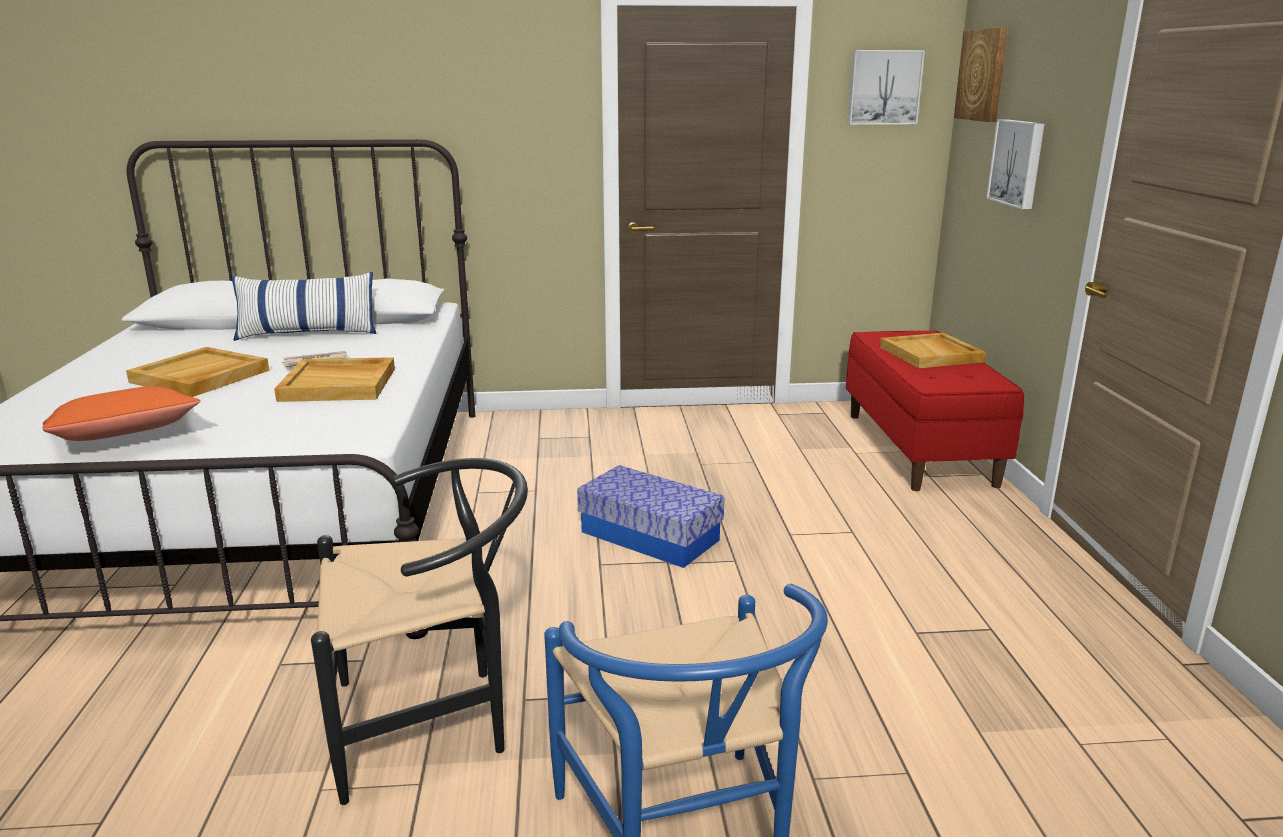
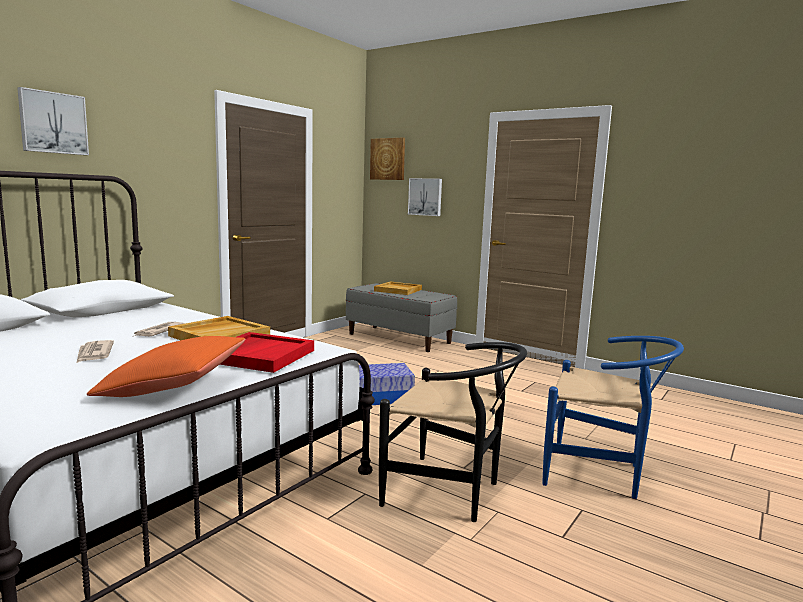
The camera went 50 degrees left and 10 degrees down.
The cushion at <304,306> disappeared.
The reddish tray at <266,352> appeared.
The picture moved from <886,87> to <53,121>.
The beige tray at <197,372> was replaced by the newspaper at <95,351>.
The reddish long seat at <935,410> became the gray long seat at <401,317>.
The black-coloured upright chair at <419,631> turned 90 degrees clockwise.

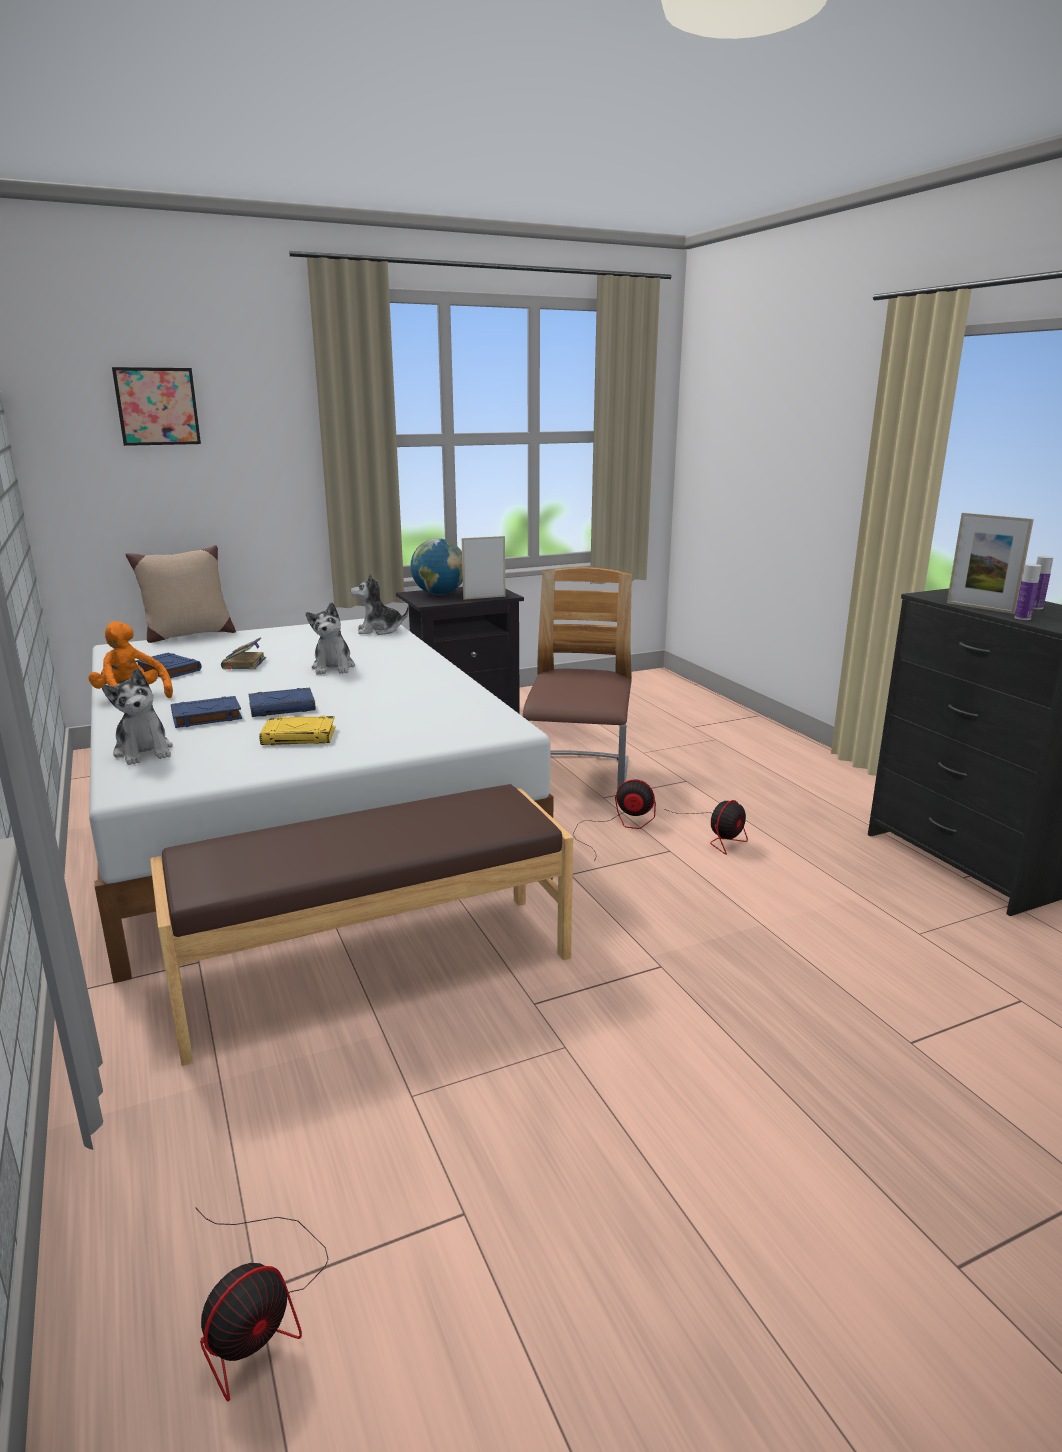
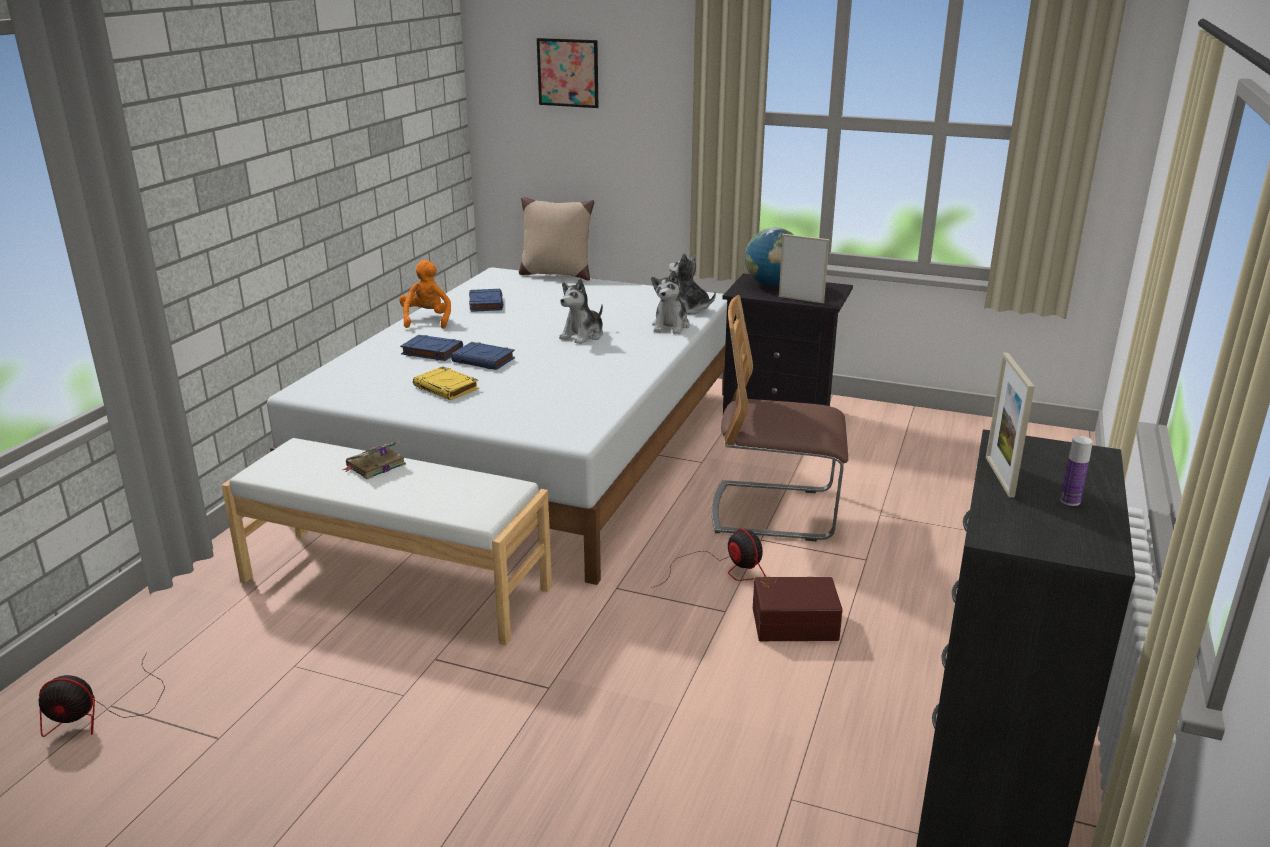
The camera went 45 degrees right and 5 degrees up.
The bottle at <1027,592> disappeared.
The plush toy moved from <137,716> to <670,302>.
The book moved from <243,653> to <374,460>.
The cooling fan at <706,827> was replaced by the brownish storage bin at <798,609>.
The brownish long seat at <361,925> became the white long seat at <386,541>.
The upright chair at <577,678> turned 135 degrees counterclockwise.

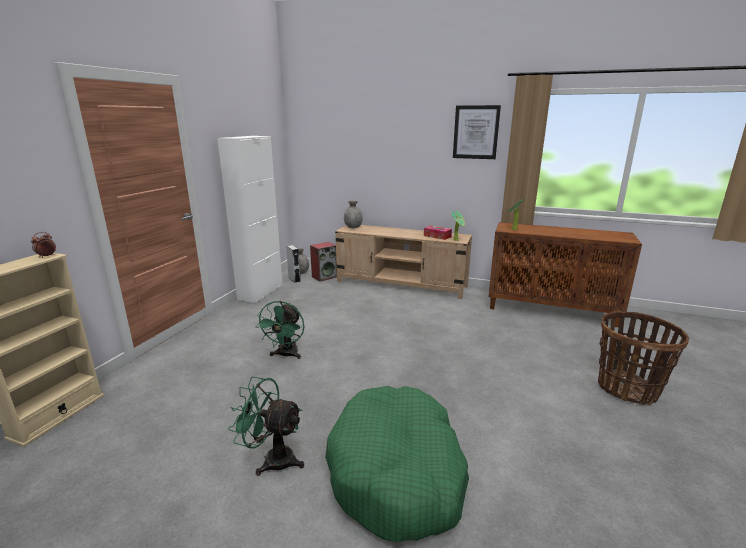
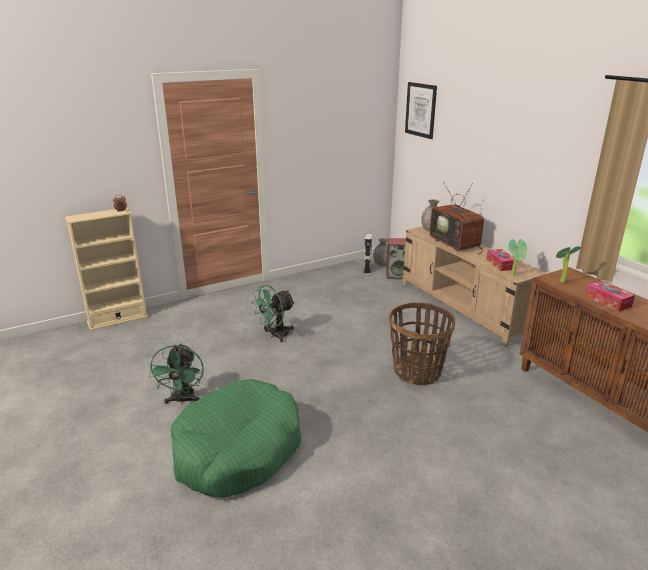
The camera went 40 degrees right and 5 degrees up.
The white cupboard at <250,219> disappeared.
The TV at <457,218> appeared.
The tissue holder at <610,296> appeared.
The picture moved from <477,132> to <421,110>.
The household basket moved from <643,358> to <422,343>.
The greenish cooling fan at <266,426> turned 150 degrees counterclockwise.

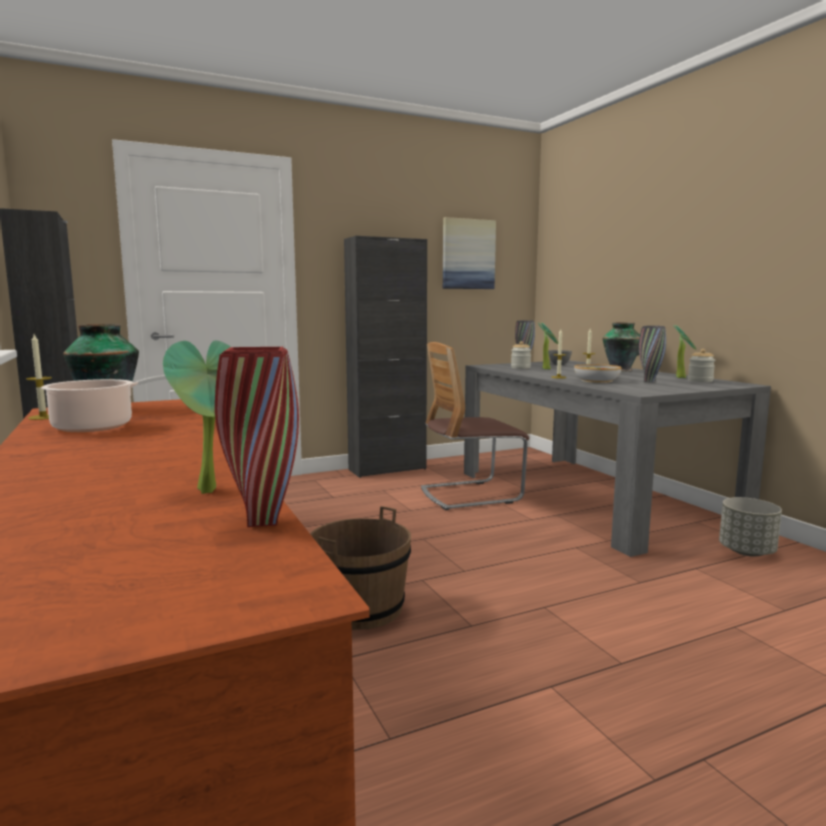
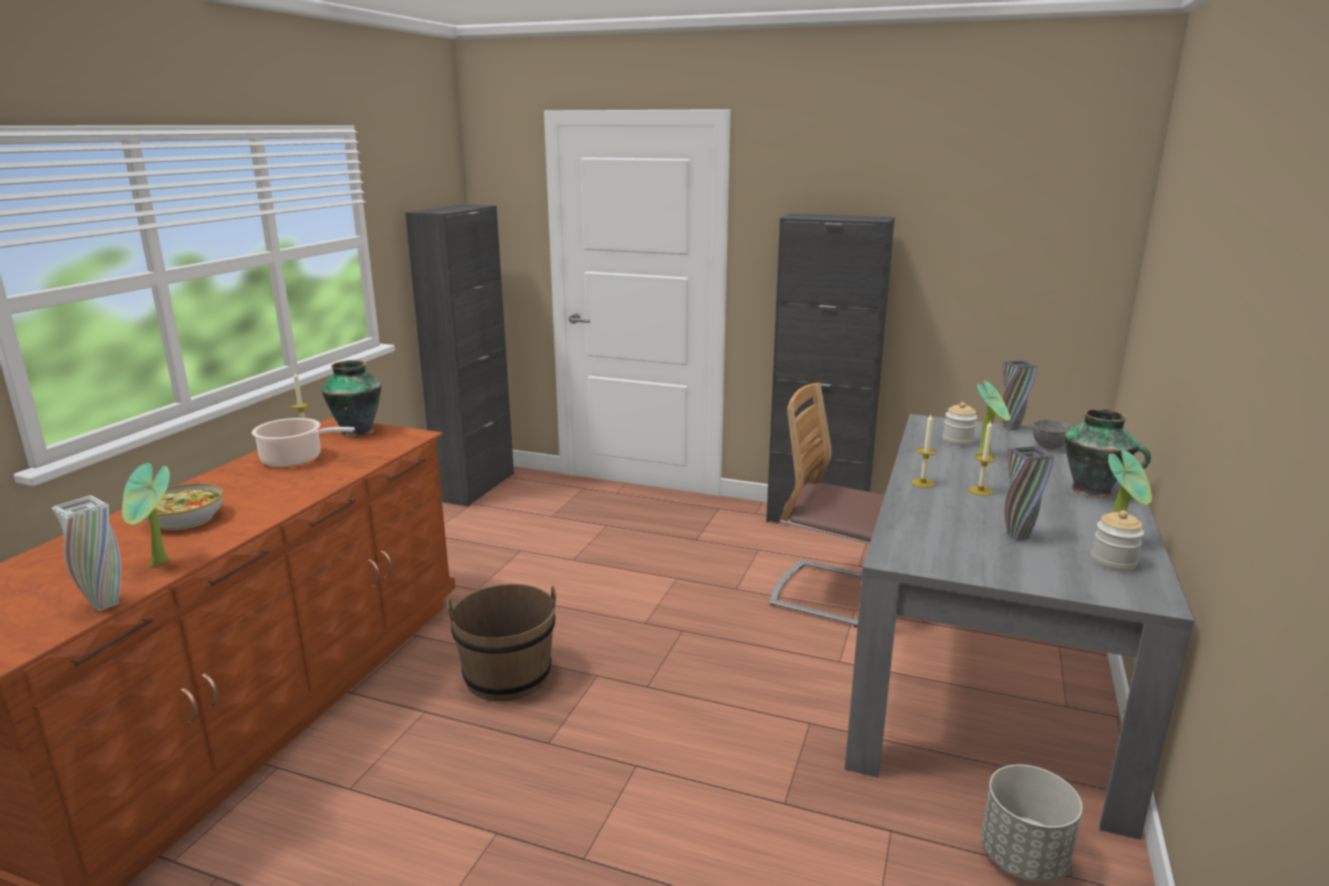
The camera went 45 degrees right and 10 degrees up.
The picture at <469,253> disappeared.
The serving bowl moved from <598,373> to <184,506>.
The reddish flower vase at <257,437> became the white flower vase at <86,553>.

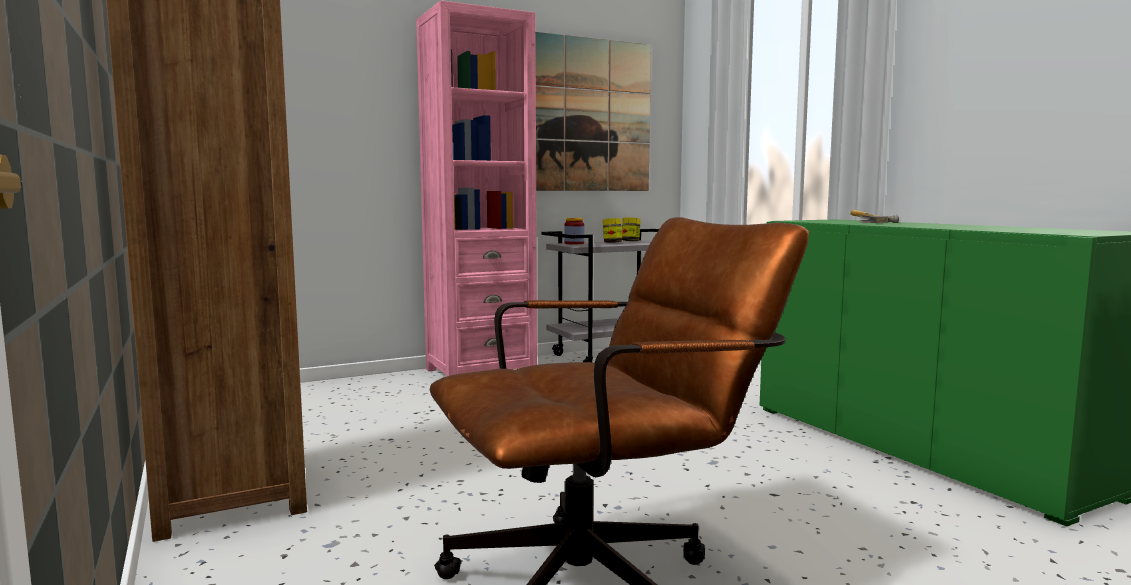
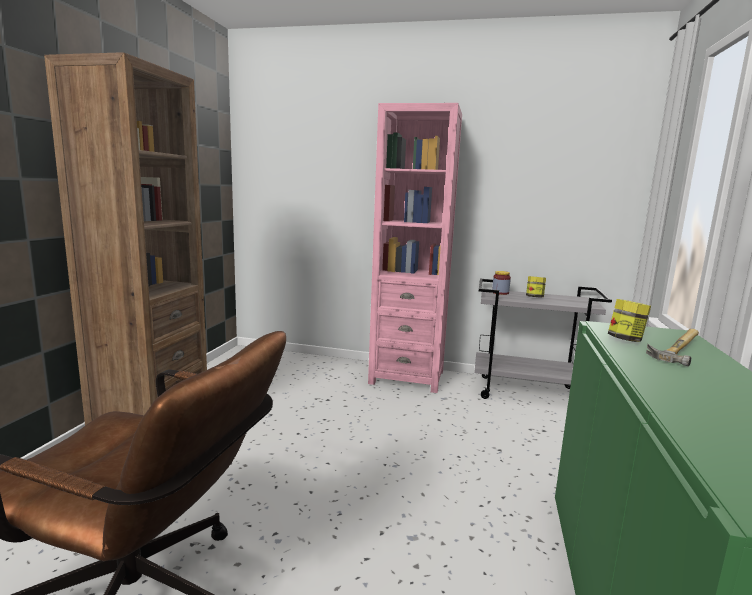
The camera went 40 degrees right and 5 degrees up.
The picture at <593,111> disappeared.
The storage jar moved from <631,229> to <629,320>.

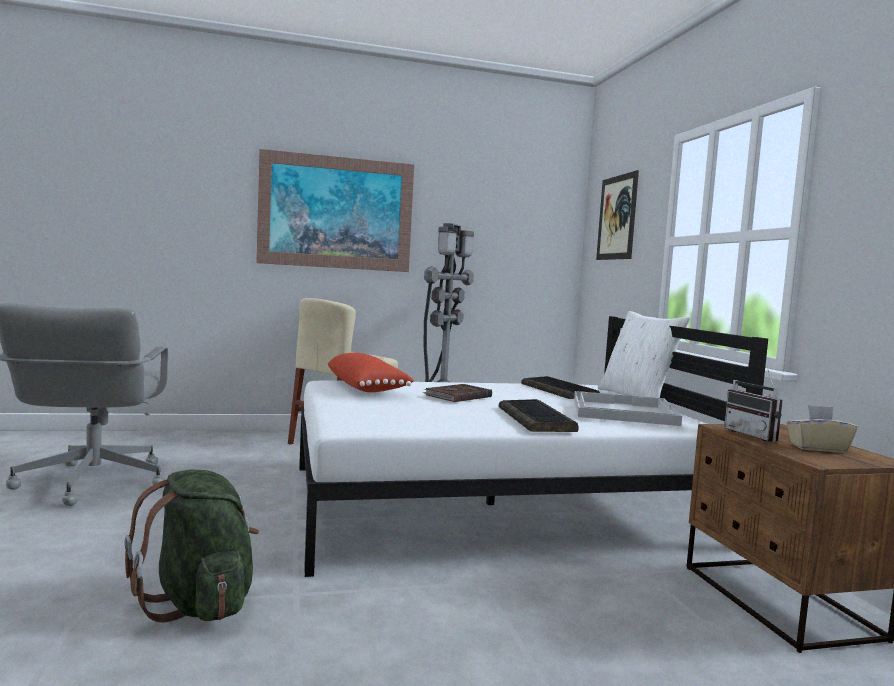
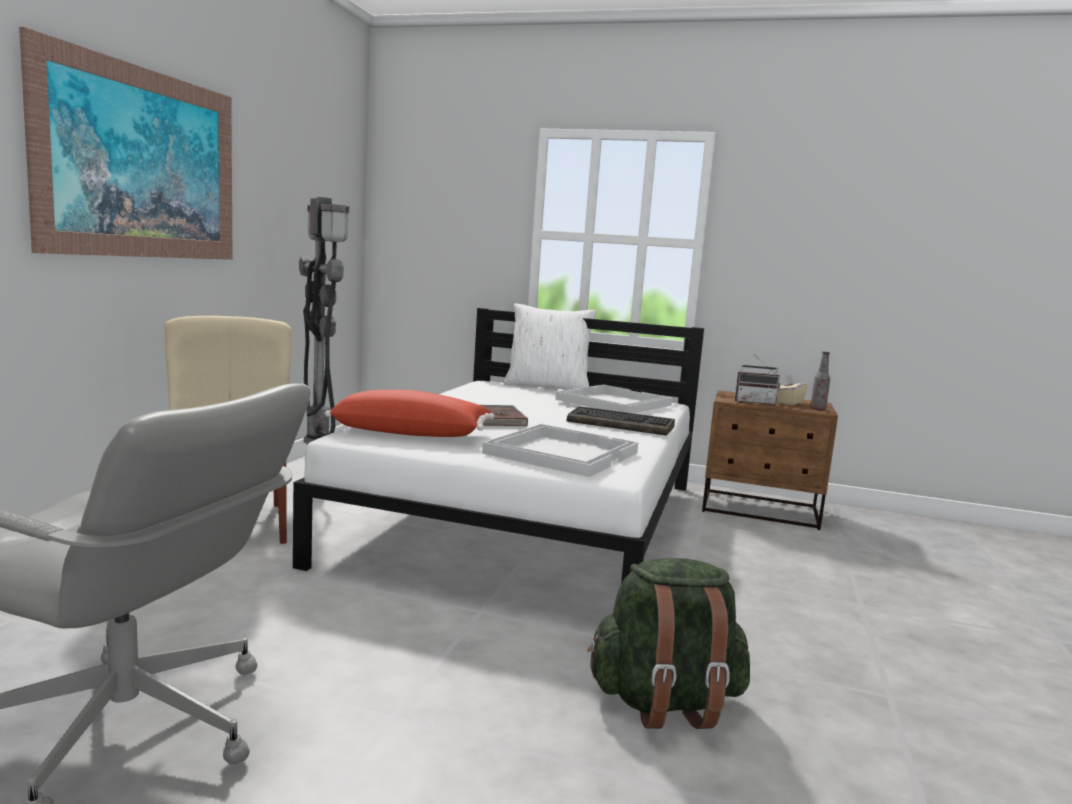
The camera went 60 degrees left and 5 degrees up.
The PC keyboard at <560,387> disappeared.
The picture at <617,215> disappeared.
The white tray at <560,450> appeared.
The bottle at <820,381> appeared.

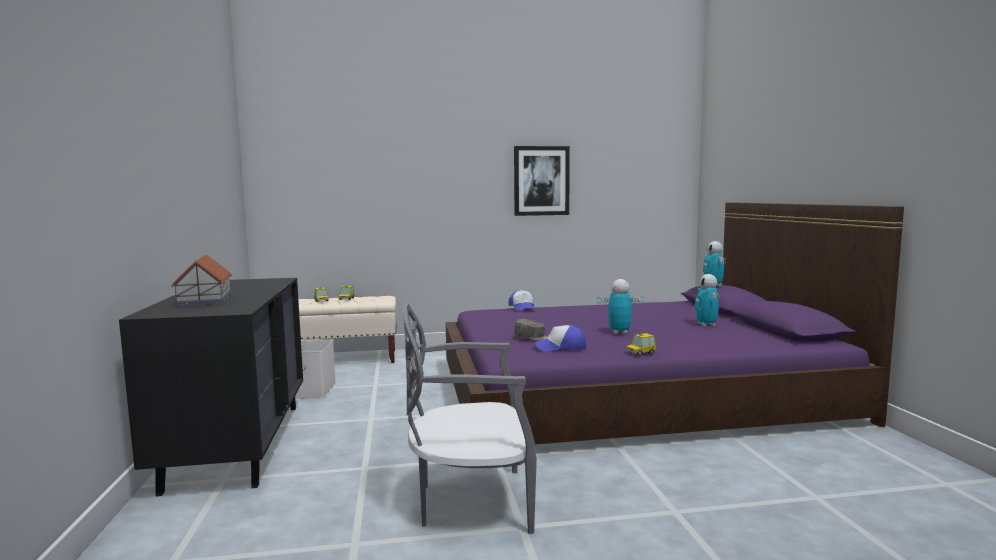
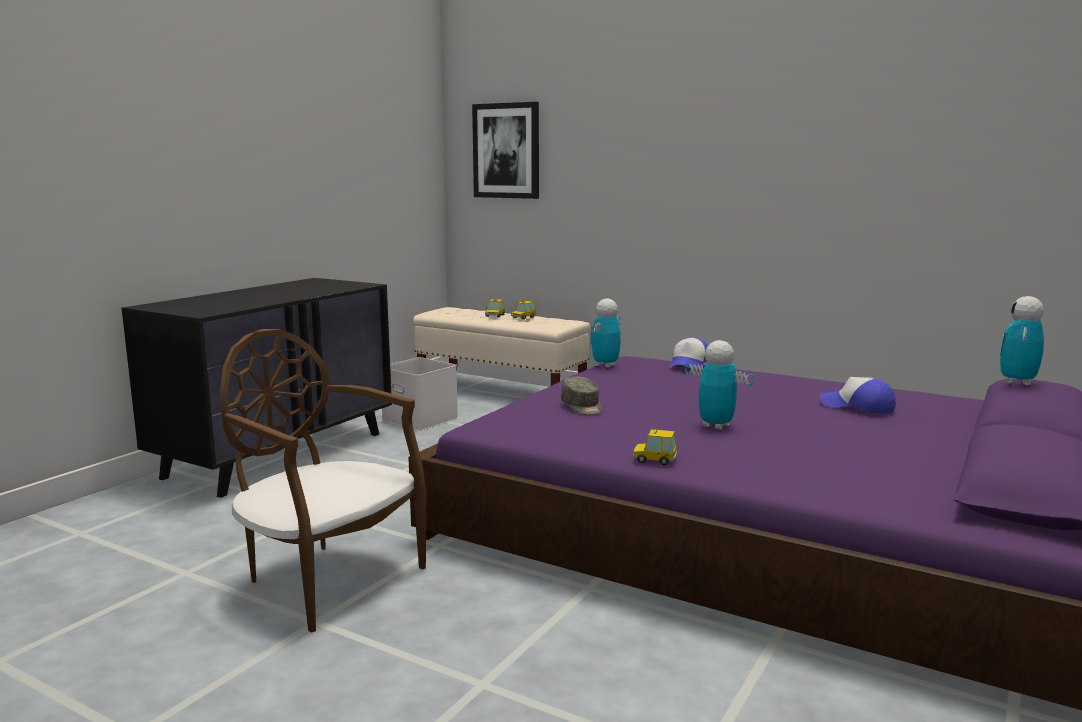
The camera went 40 degrees right and 5 degrees up.
The toy house at <201,281> disappeared.
The picture moved from <542,181> to <505,150>.
The baseball cap moved from <560,338> to <858,395>.
The toy robot moved from <707,300> to <605,333>.
The gray upright chair at <470,419> became the brownish upright chair at <323,480>.

